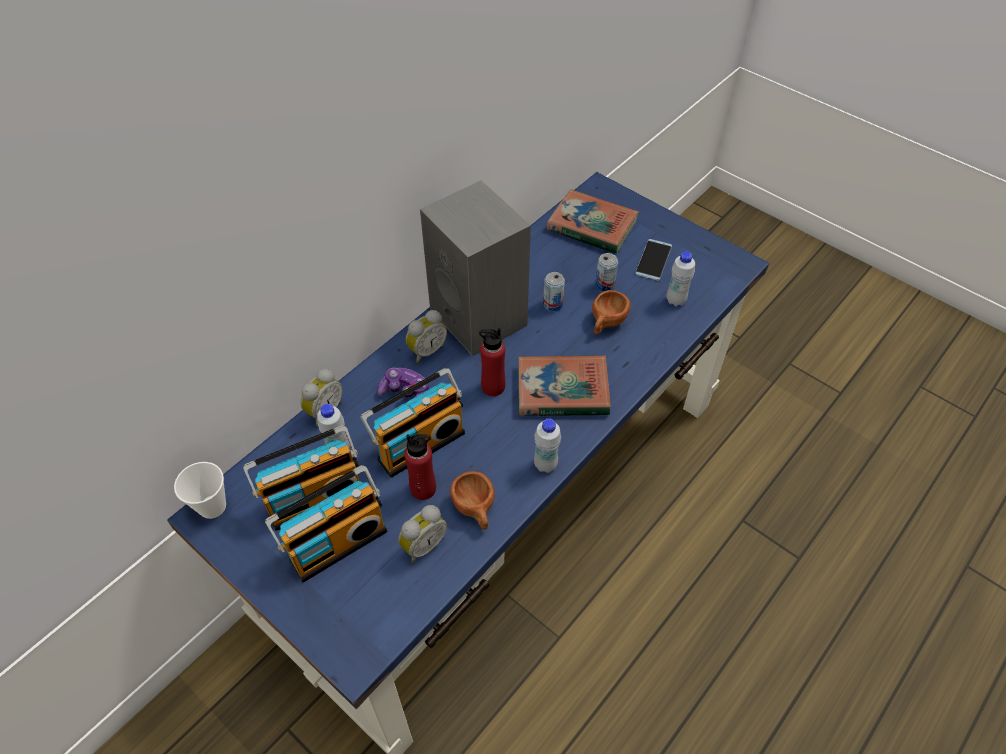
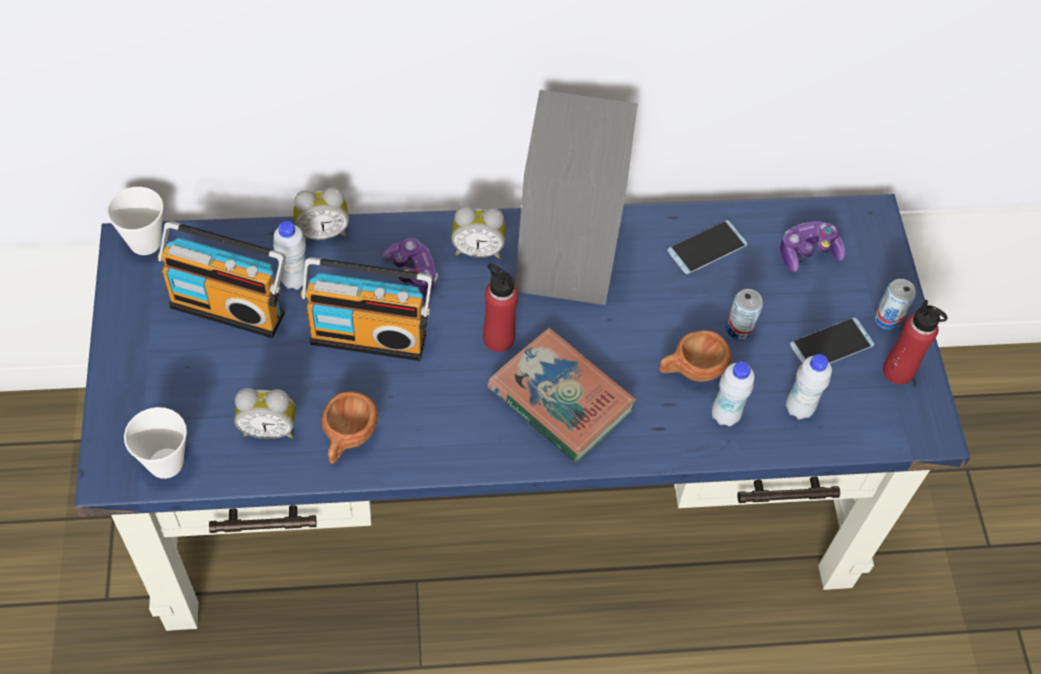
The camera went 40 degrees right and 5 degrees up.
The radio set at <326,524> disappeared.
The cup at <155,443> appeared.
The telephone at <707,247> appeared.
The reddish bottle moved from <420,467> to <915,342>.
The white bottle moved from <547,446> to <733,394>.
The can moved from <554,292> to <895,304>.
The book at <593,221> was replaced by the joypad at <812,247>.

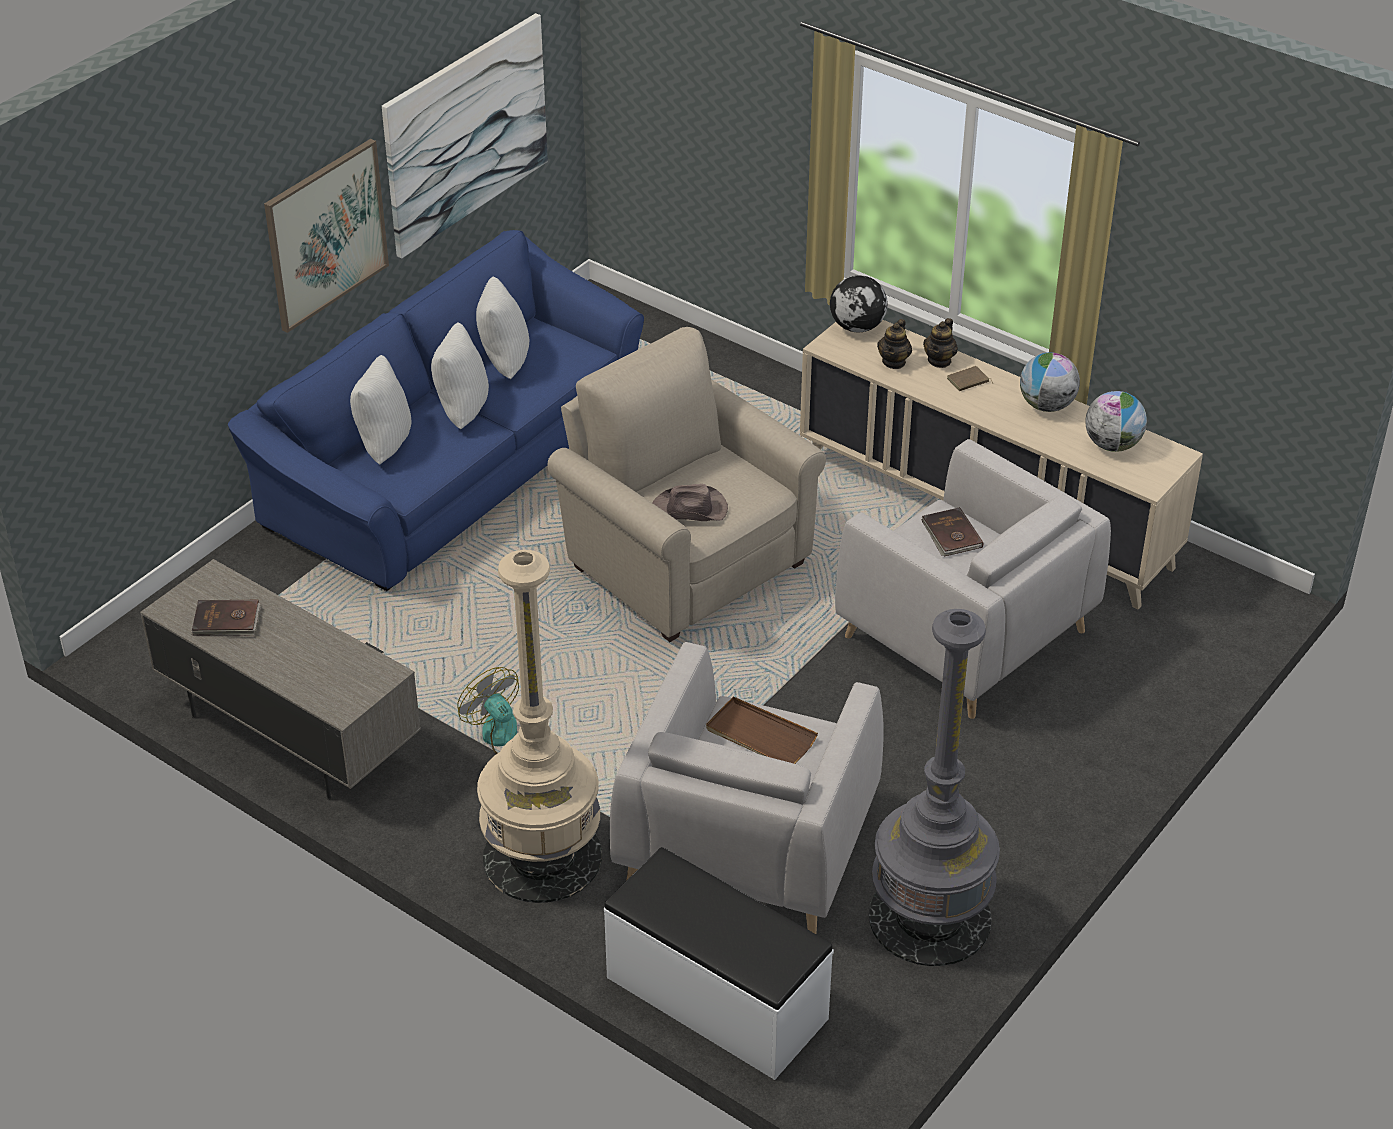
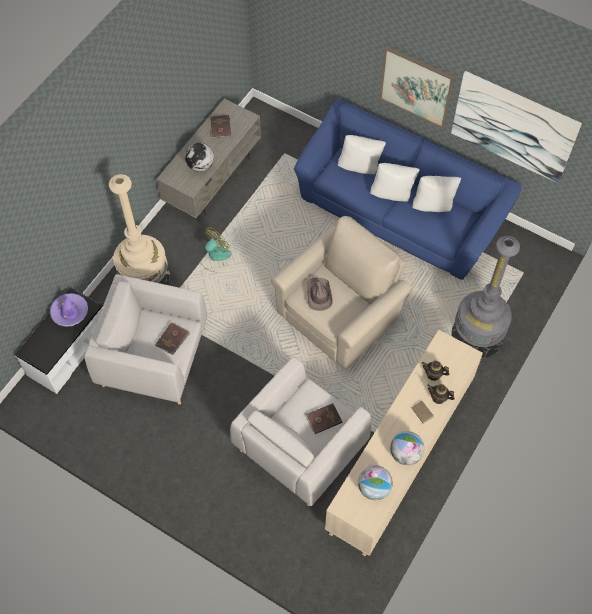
The camera went 85 degrees right and 20 degrees up.
The purple clothing hat at <69,310> appeared.
The desk globe moved from <859,303> to <199,157>.
The gray standing lamp moved from <934,787> to <485,297>.
The brownish tray at <762,730> was replaced by the brownish book at <172,339>.

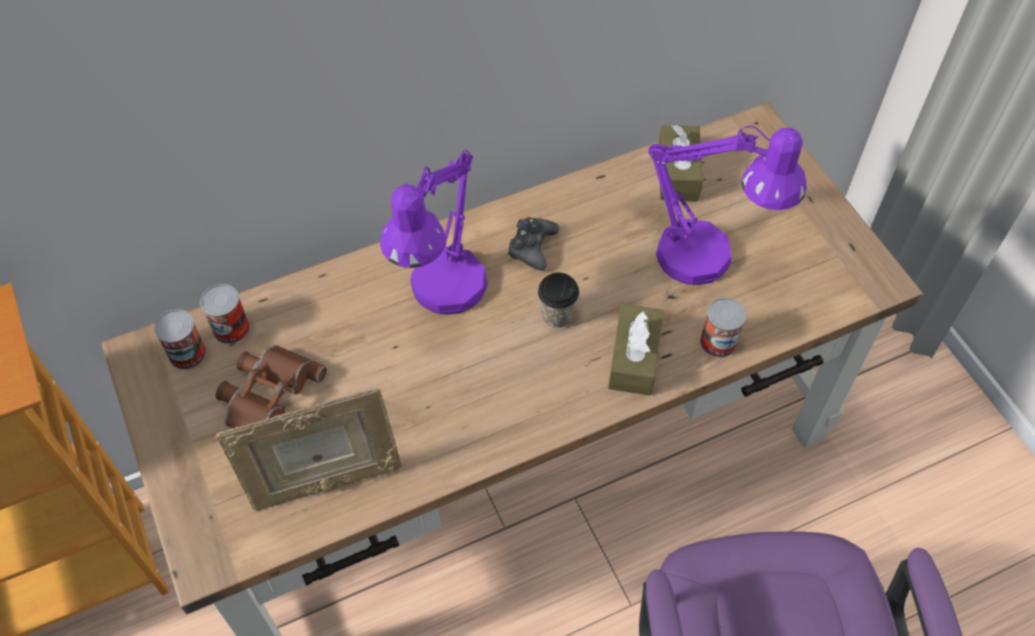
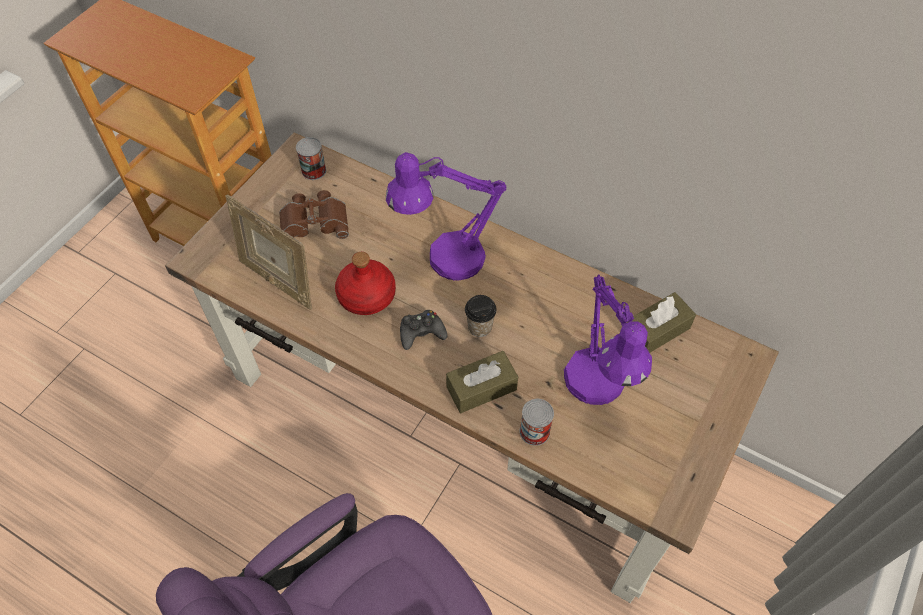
The camera went 55 degrees right and 0 degrees up.
The can at <225,314> disappeared.
The reddish bottle at <365,283> appeared.
The black-coloured joypad moved from <534,244> to <424,330>.

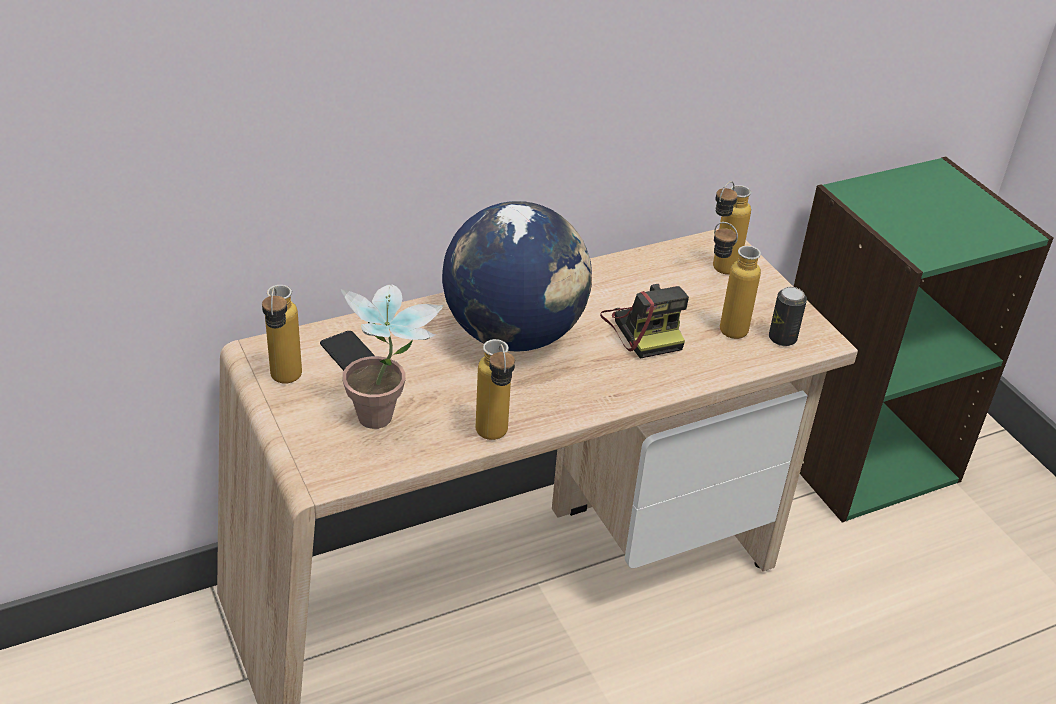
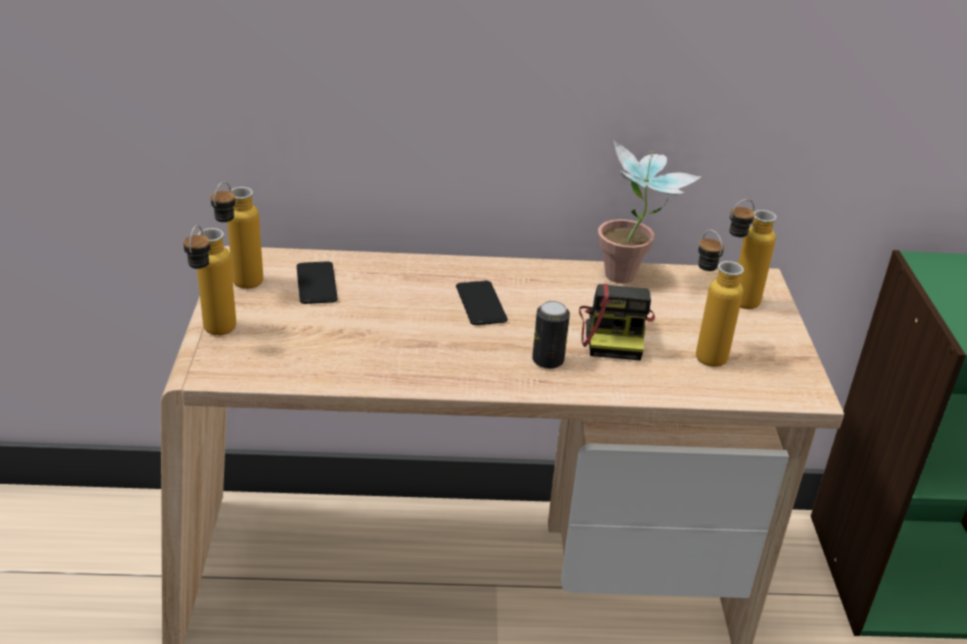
The camera went 25 degrees right and 5 degrees down.
The potted plant moved from <392,357> to <650,212>.
The bottle moved from <495,389> to <209,280>.
The can moved from <788,316> to <551,335>.
The desk globe at <517,276> was replaced by the telephone at <482,303>.

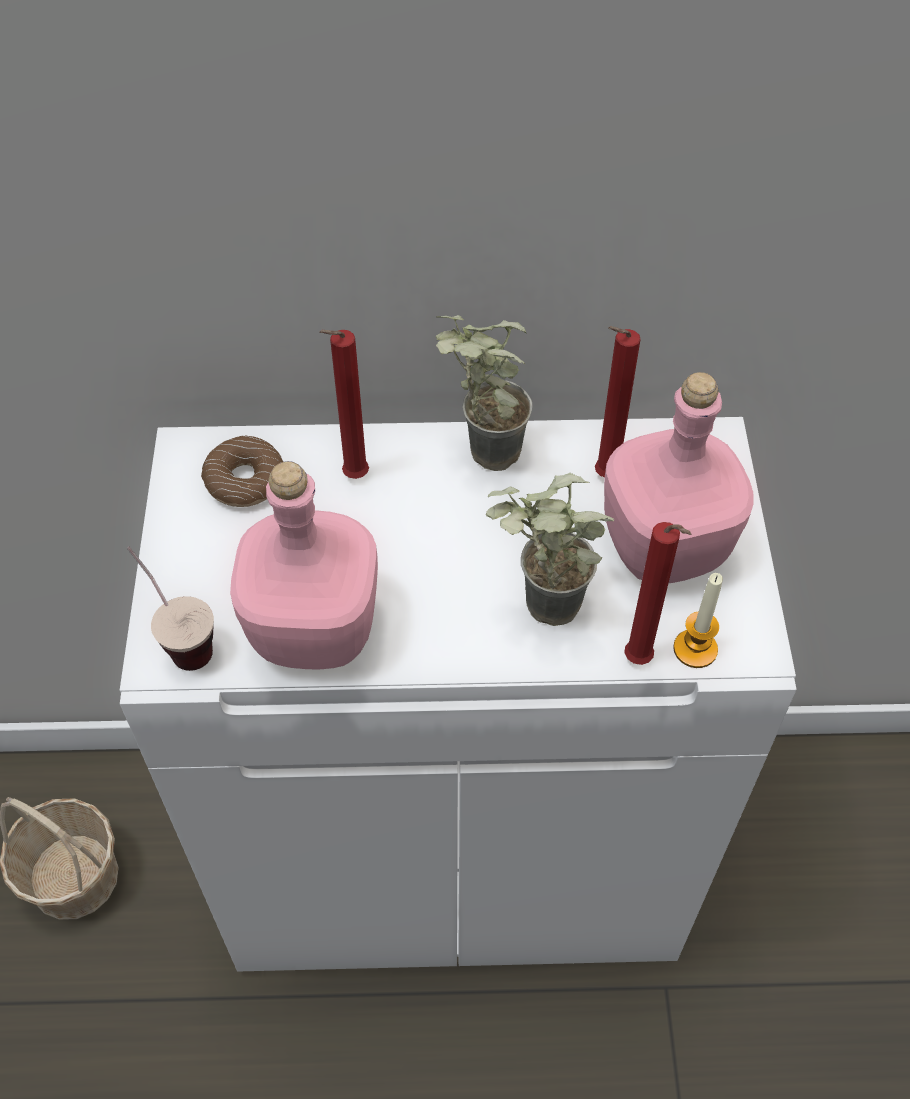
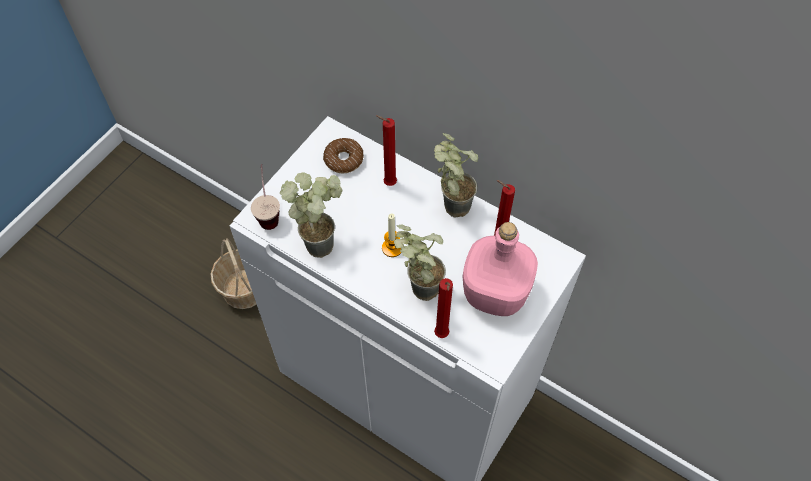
The camera went 35 degrees right and 5 degrees up.
The wax candle moved from <698,620> to <392,235>.
The pink-coloured bottle at <304,565> was replaced by the potted plant at <311,215>.

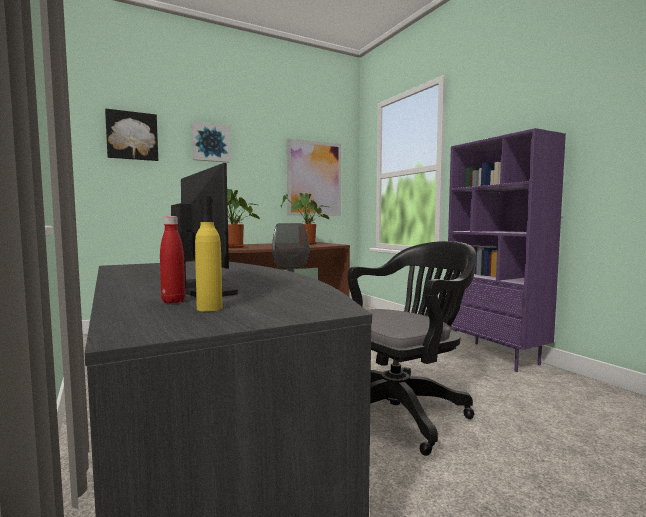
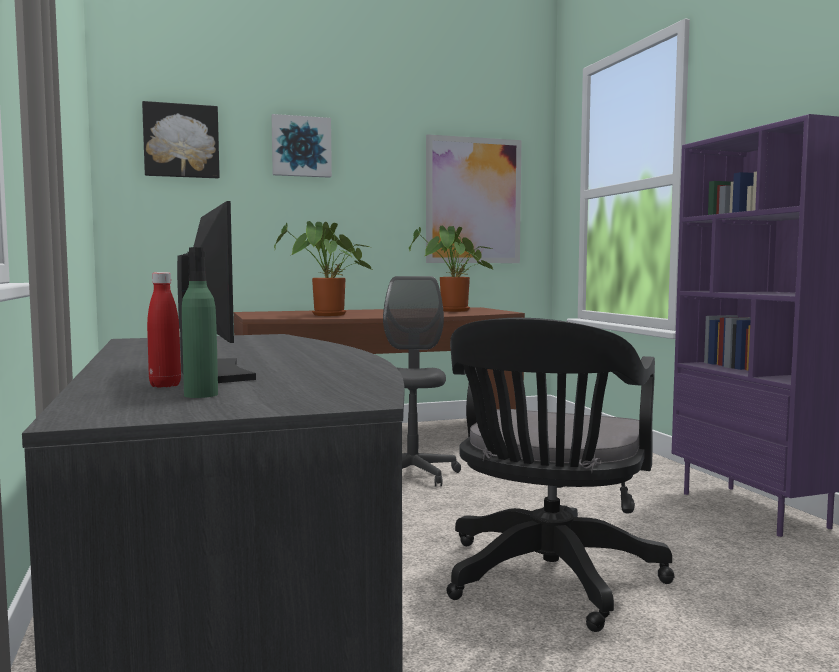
The camera went 10 degrees right and 0 degrees up.
The yellowish bottle at <208,253> became the greenish bottle at <200,322>.
The black-coloured desk chair at <412,348> turned 135 degrees clockwise.

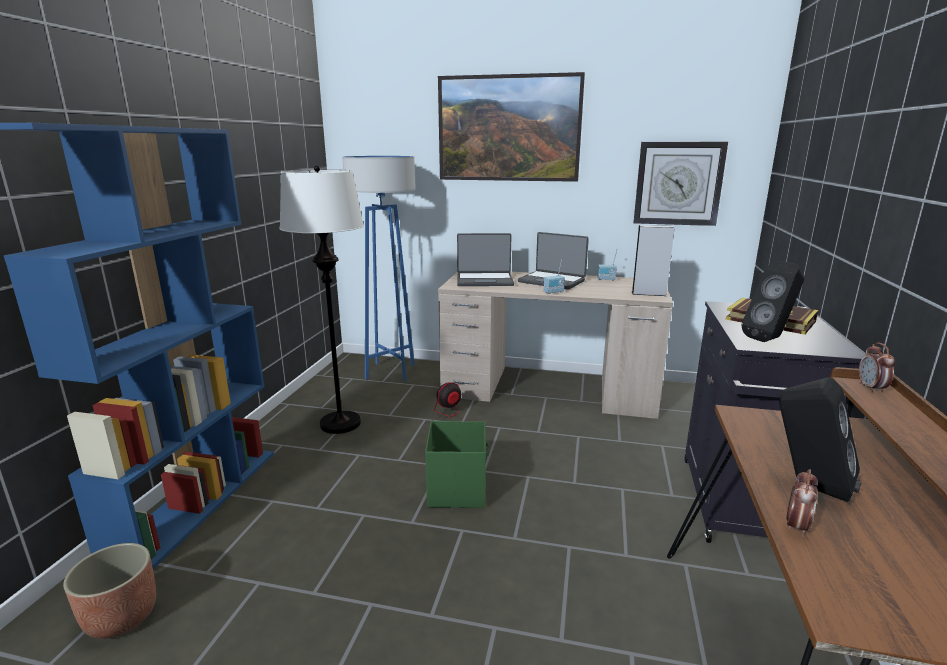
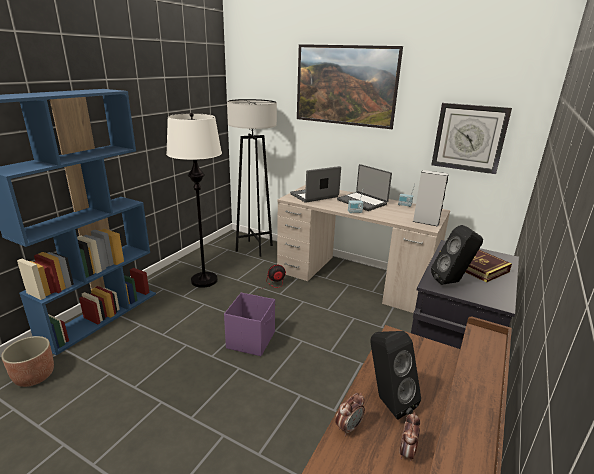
The camera went 15 degrees right and 5 degrees up.
The table clock moved from <877,367> to <409,436>.
The blue-coloured standing lamp at <378,268> became the gray standing lamp at <252,178>.
The greenish storage bin at <457,464> became the purple storage bin at <249,324>.
The laptop at <485,259> turned 135 degrees clockwise.

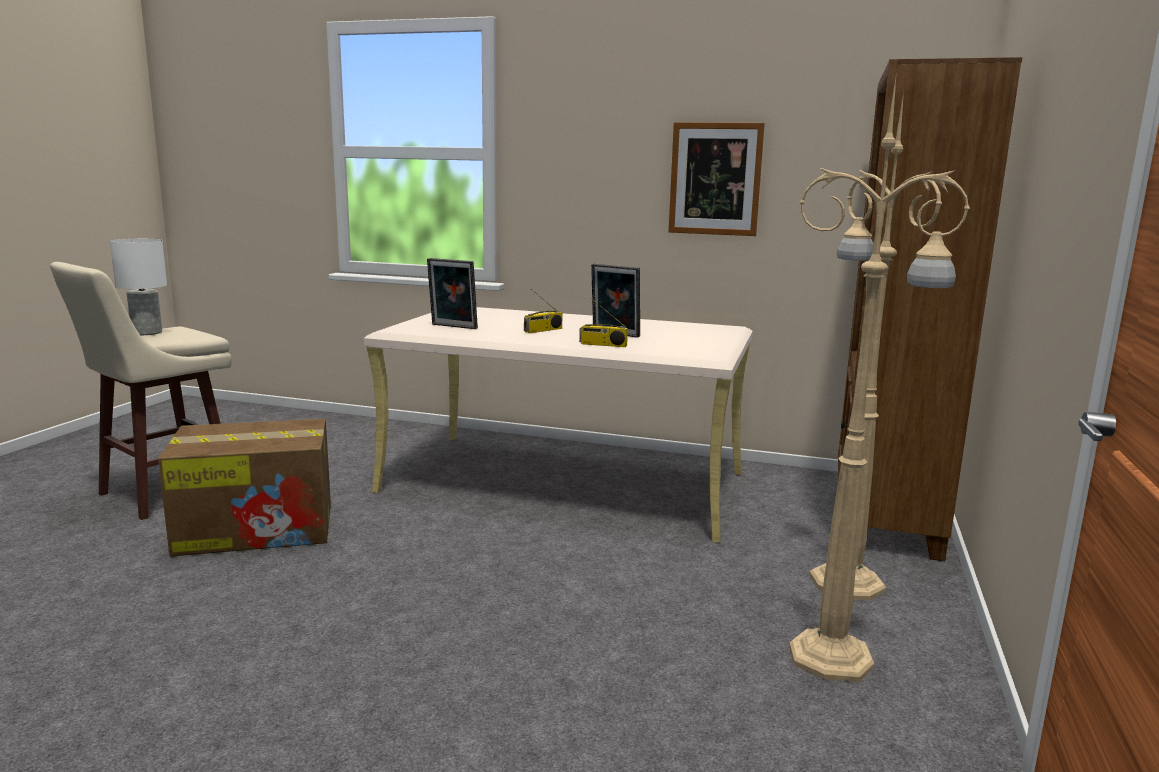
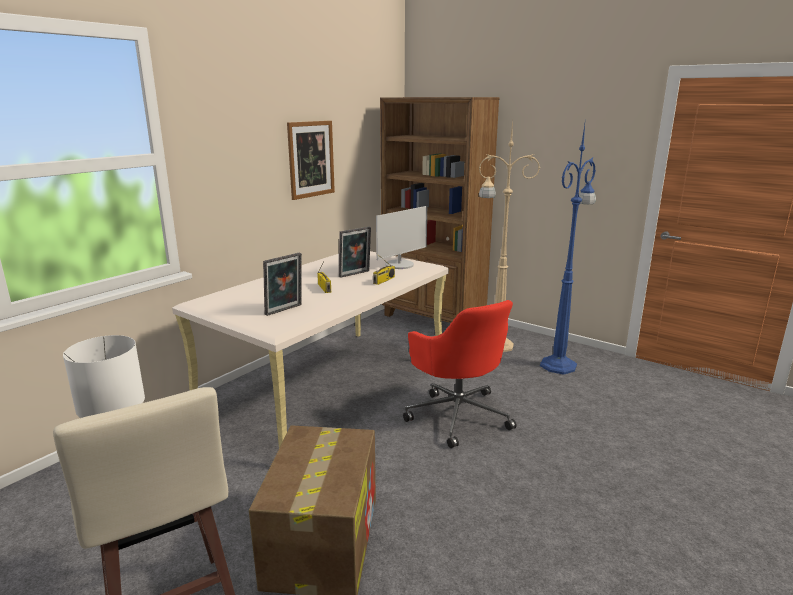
The camera went 70 degrees left and 5 degrees up.
The computer display at <401,237> appeared.
The reddish desk chair at <460,374> appeared.
The beige standing lamp at <879,376> became the blue-coloured standing lamp at <568,249>.

